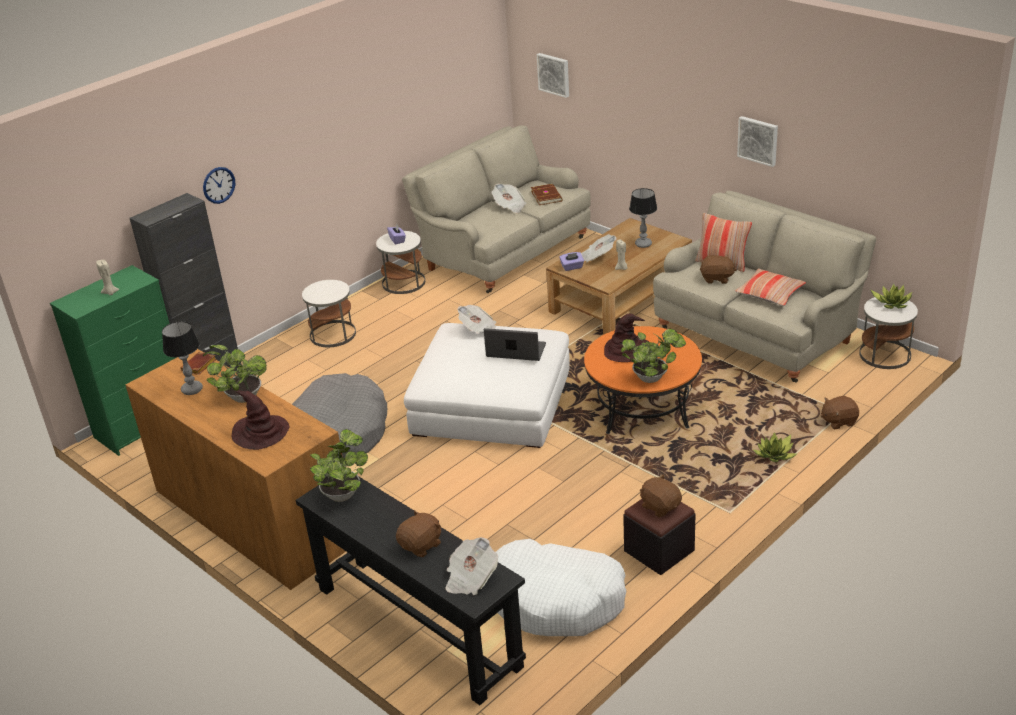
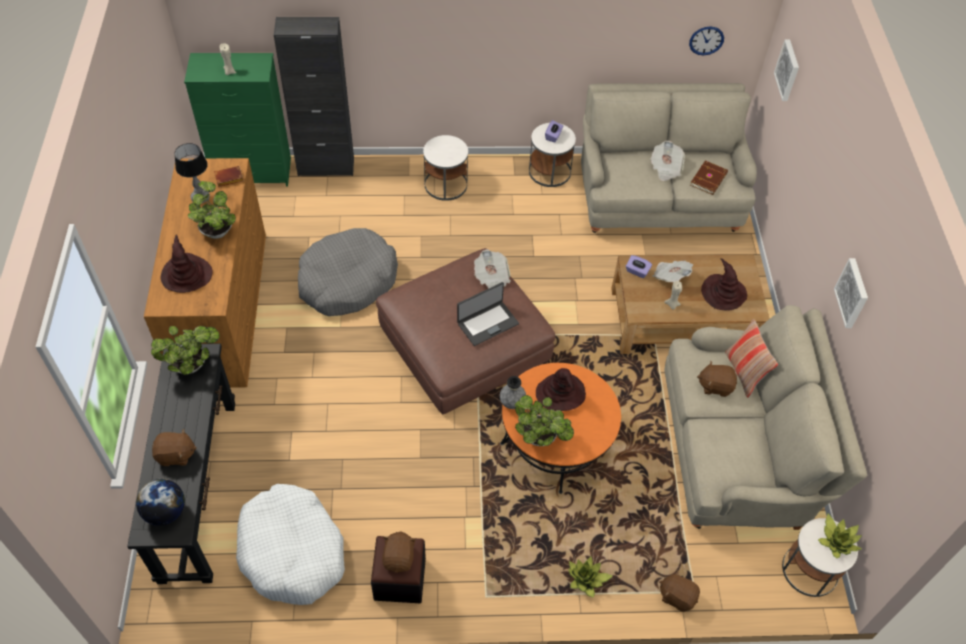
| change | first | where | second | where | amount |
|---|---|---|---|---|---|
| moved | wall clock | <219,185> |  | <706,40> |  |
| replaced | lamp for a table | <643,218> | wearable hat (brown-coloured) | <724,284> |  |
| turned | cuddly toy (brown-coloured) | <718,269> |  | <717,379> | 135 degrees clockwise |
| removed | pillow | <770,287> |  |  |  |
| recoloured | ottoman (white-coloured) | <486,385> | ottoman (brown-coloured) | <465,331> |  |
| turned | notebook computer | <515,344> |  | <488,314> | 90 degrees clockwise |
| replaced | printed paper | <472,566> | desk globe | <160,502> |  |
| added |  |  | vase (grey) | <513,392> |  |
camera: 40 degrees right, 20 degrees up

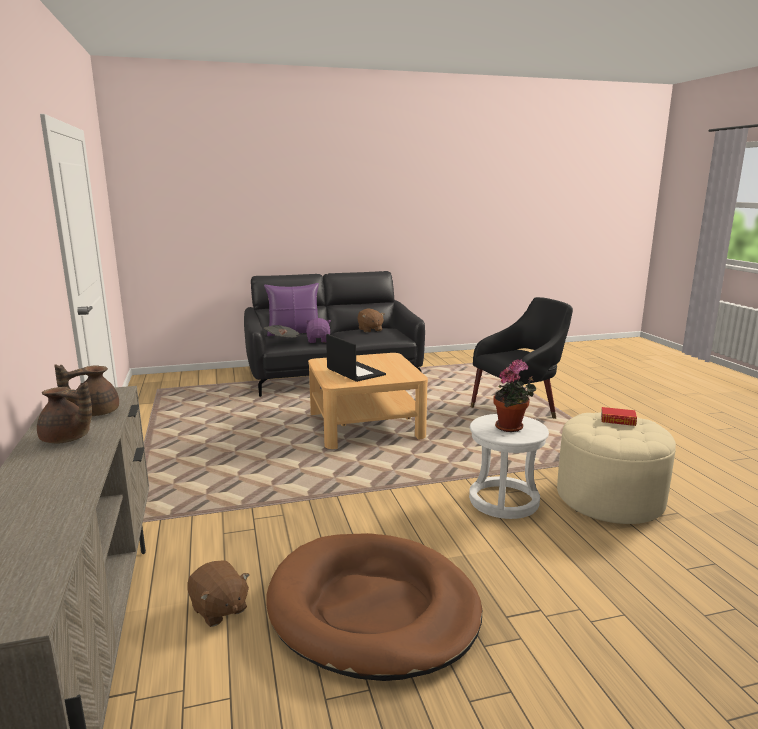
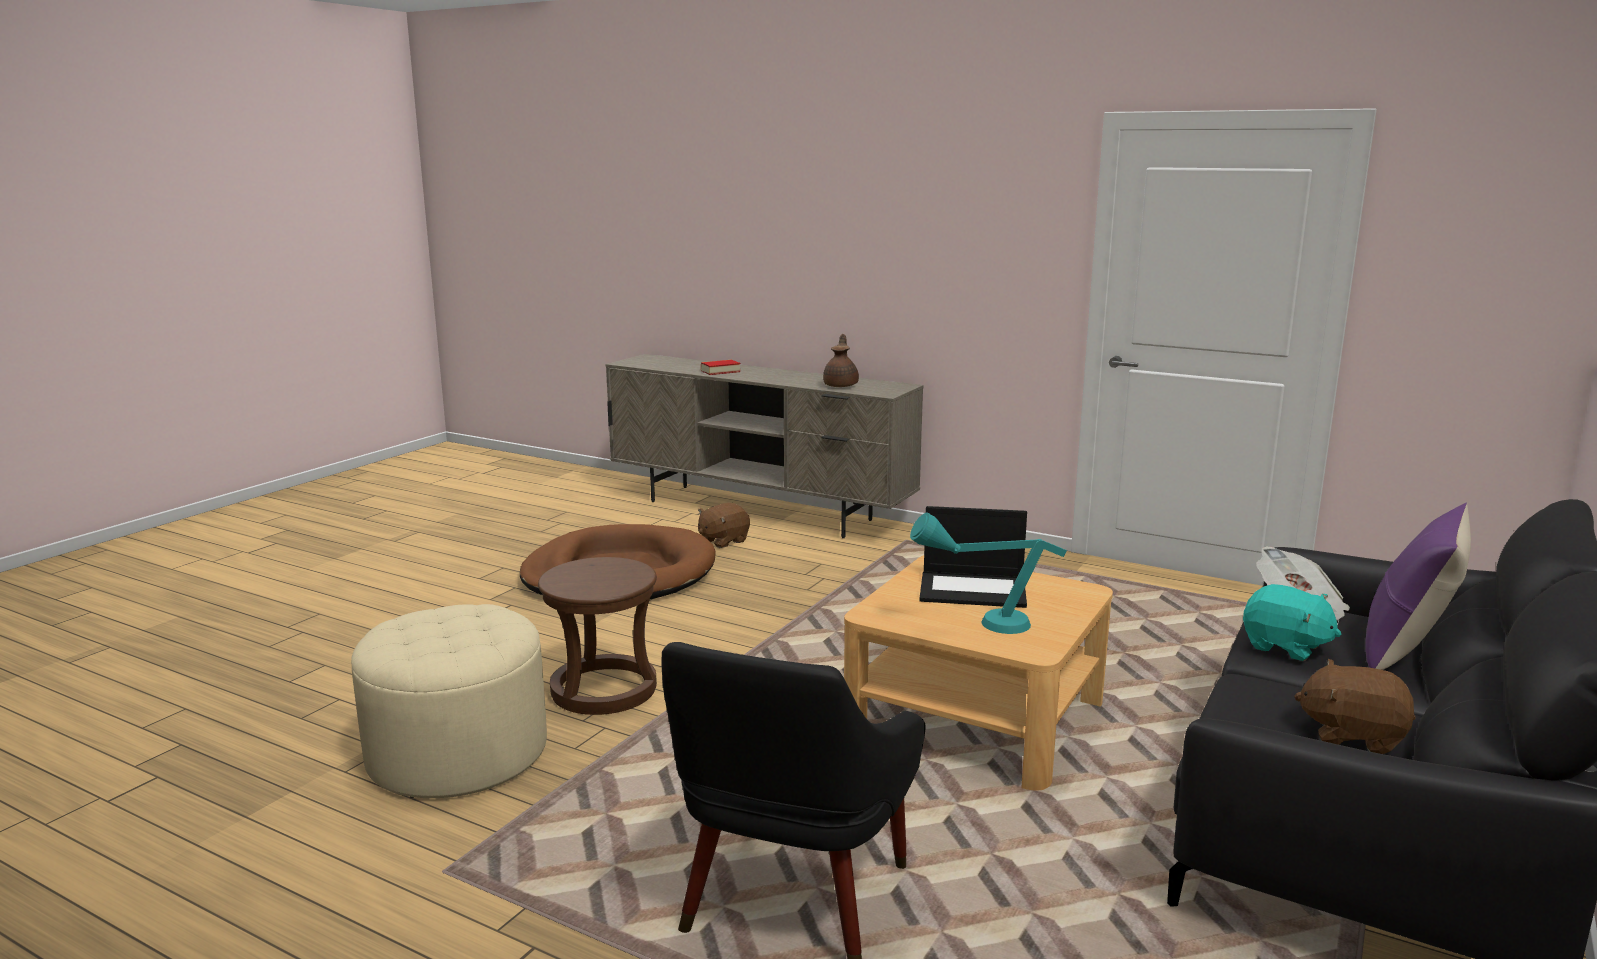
| change | first | where | second | where | amount |
|---|---|---|---|---|---|
| recoloured | cuddly toy (purple-coloured) | <318,330> | cuddly toy (turquoise) | <1292,622> |  |
| removed | plant in a pot | <514,395> |  |  |  |
| removed | tea pot (brown-coloured) | <64,412> |  |  |  |
| moved | book | <619,416> |  | <721,367> |  |
| recoloured | stool seat (white-coloured) | <509,466> | stool seat (brown-coloured) | <597,636> |  |
| turned | cuddly toy (brown-coloured) | <218,593> |  | <724,525> | 45 degrees counterclockwise |
| added |  |  | lamp for a table (turquoise) | <988,573> |  |
camera: 135 degrees right, 0 degrees up

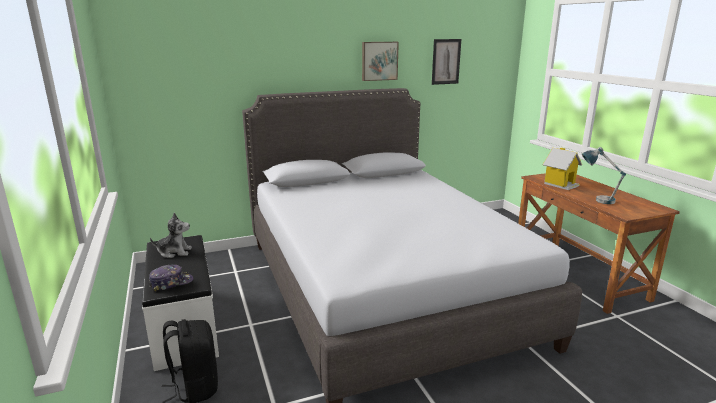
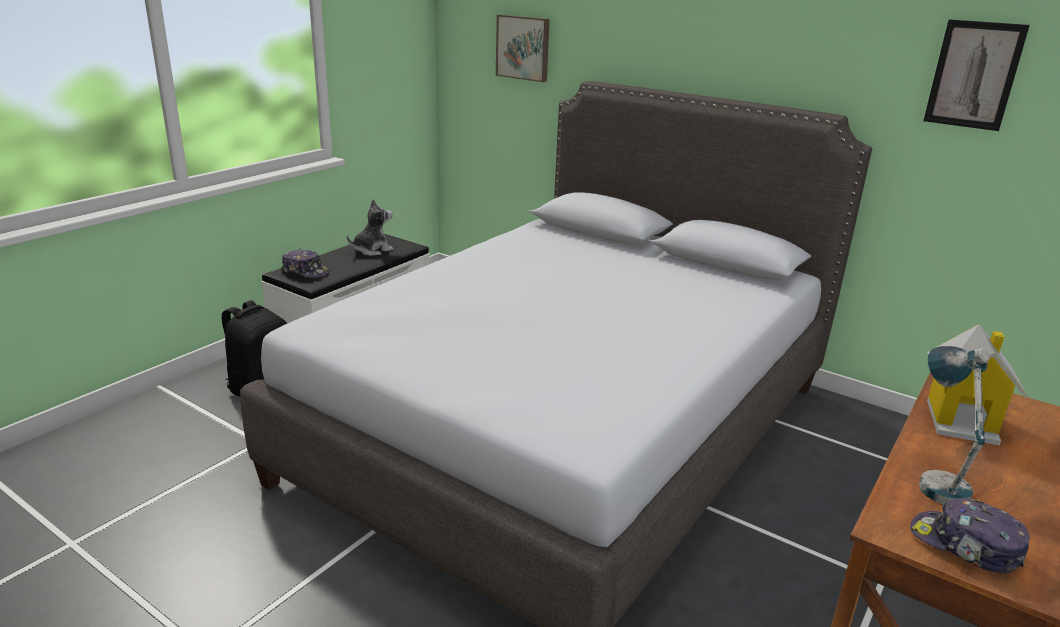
| change | first | where | second | where | amount |
|---|---|---|---|---|---|
| moved | wall picture | <380,61> |  | <523,48> |  |
| turned | cuddly toy | <171,235> |  | <370,228> | 90 degrees counterclockwise |
| added |  |  | cap | <969,535> |  |
camera: 55 degrees right, 5 degrees up

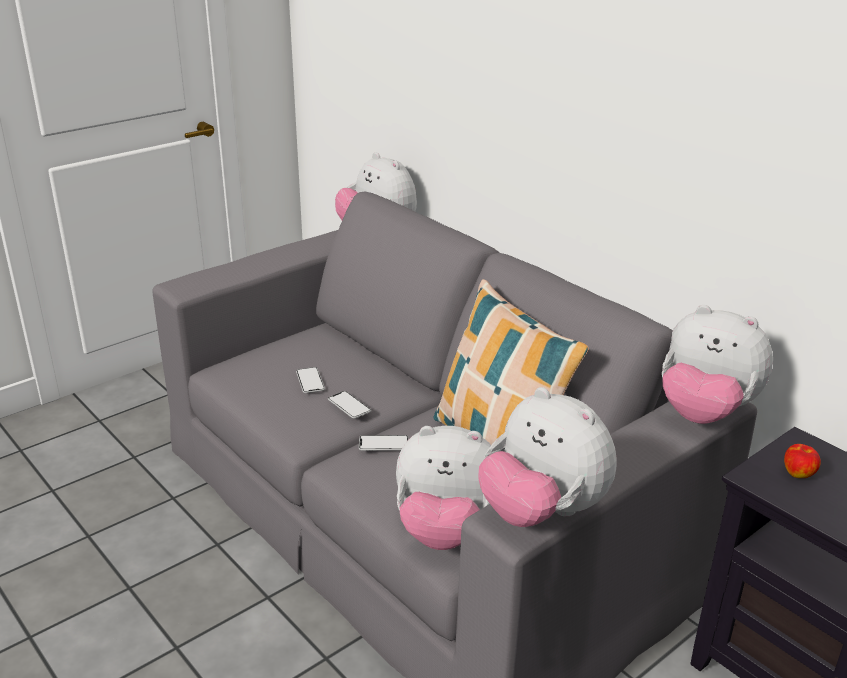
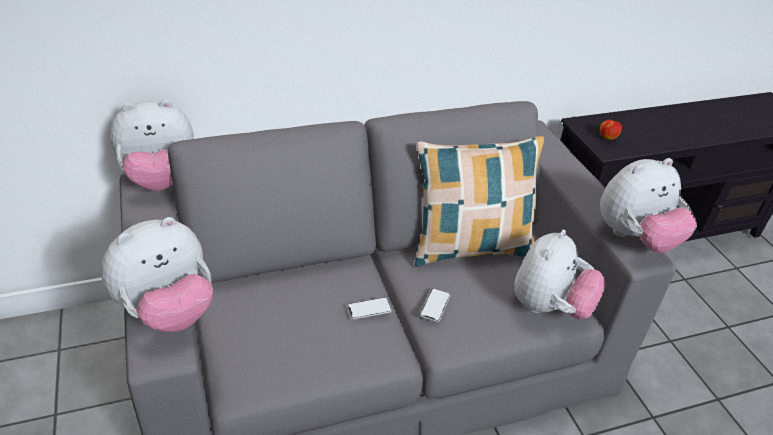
| change | first | where | second | where | amount |
|---|---|---|---|---|---|
| moved | cuddly toy | <717,364> |  | <157,274> |  |
| removed | handset | <310,380> |  |  |  |
camera: 70 degrees left, 10 degrees up

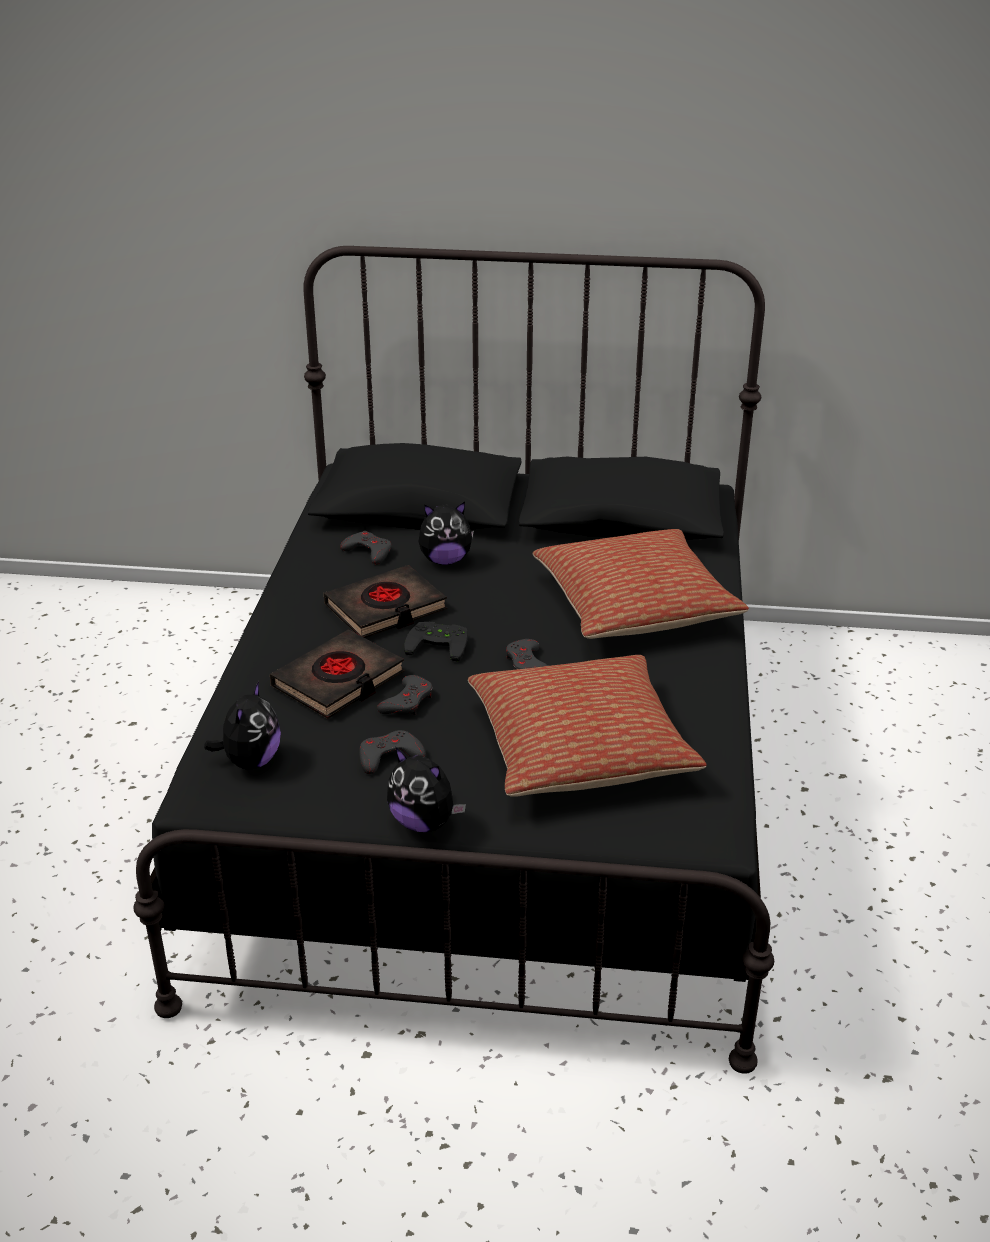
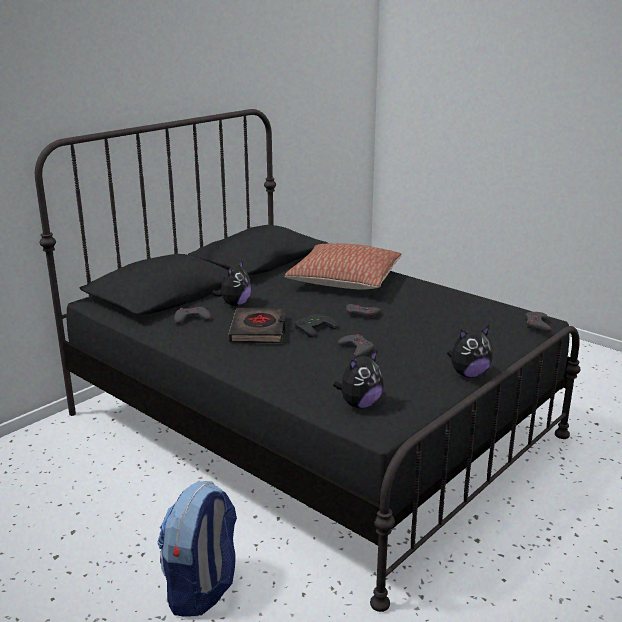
| change | first | where | second | where | amount |
|---|---|---|---|---|---|
| removed | book (black) | <337,674> |  |  |  |
| removed | pillow | <587,726> |  |  |  |
| turned | cuddly toy | <242,725> |  | <358,379> | 90 degrees clockwise |
| moved | joypad (grey) | <392,752> |  | <538,322> |  |
| added |  |  | rucksack | <197,548> |  |
camera: 55 degrees left, 10 degrees down

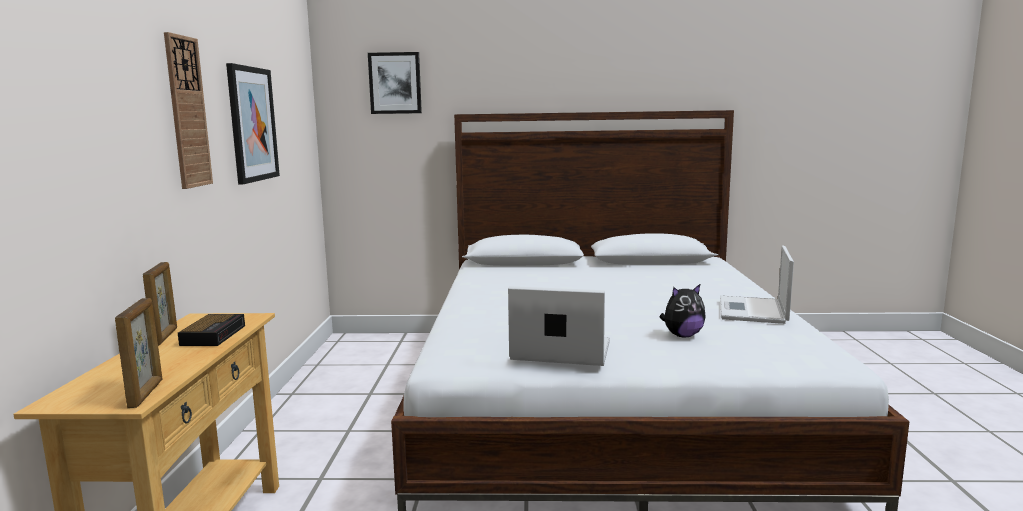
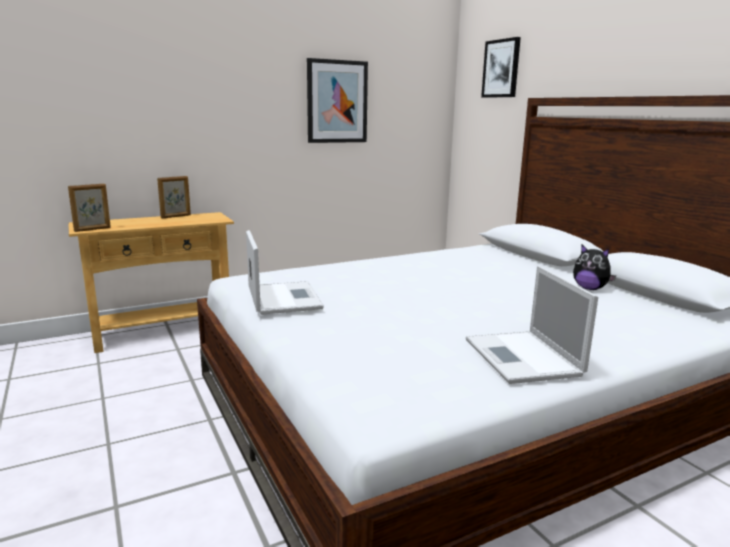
| change | first | where | second | where | amount |
|---|---|---|---|---|---|
| removed | wall clock | <188,110> |  |  |  |
| turned | notebook computer | <757,284> |  | <532,325> | 90 degrees counterclockwise |
| moved | cuddly toy | <682,310> |  | <594,267> |  |
| removed | alarm clock | <211,330> |  |  |  |
camera: 60 degrees right, 5 degrees up

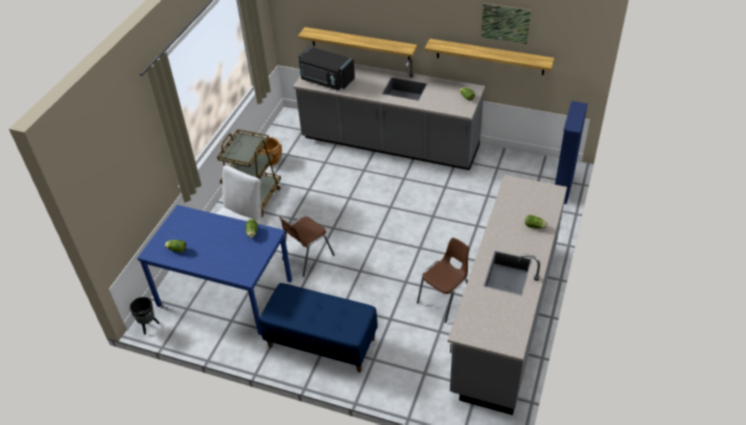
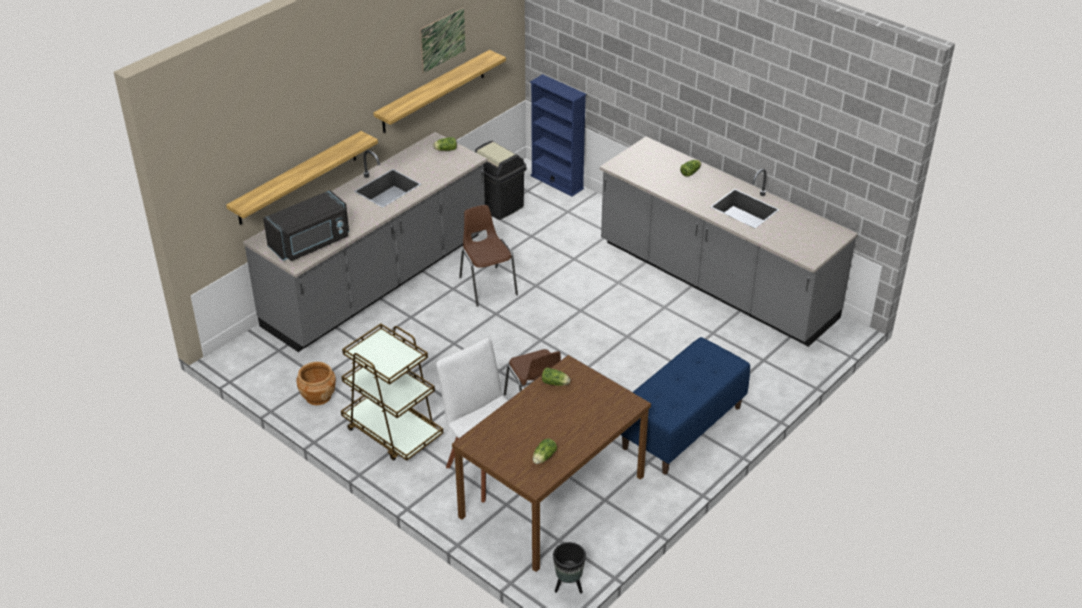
| change | first | where | second | where | amount |
|---|---|---|---|---|---|
| recoloured | kitchen table (bluish) | <214,270> | kitchen table (brown-coloured) | <551,463> |  |
| moved | chair (brown-coloured) | <443,280> |  | <488,256> |  |
| added |  |  | trash can (black) | <500,180> |  |
camera: 70 degrees left, 5 degrees down

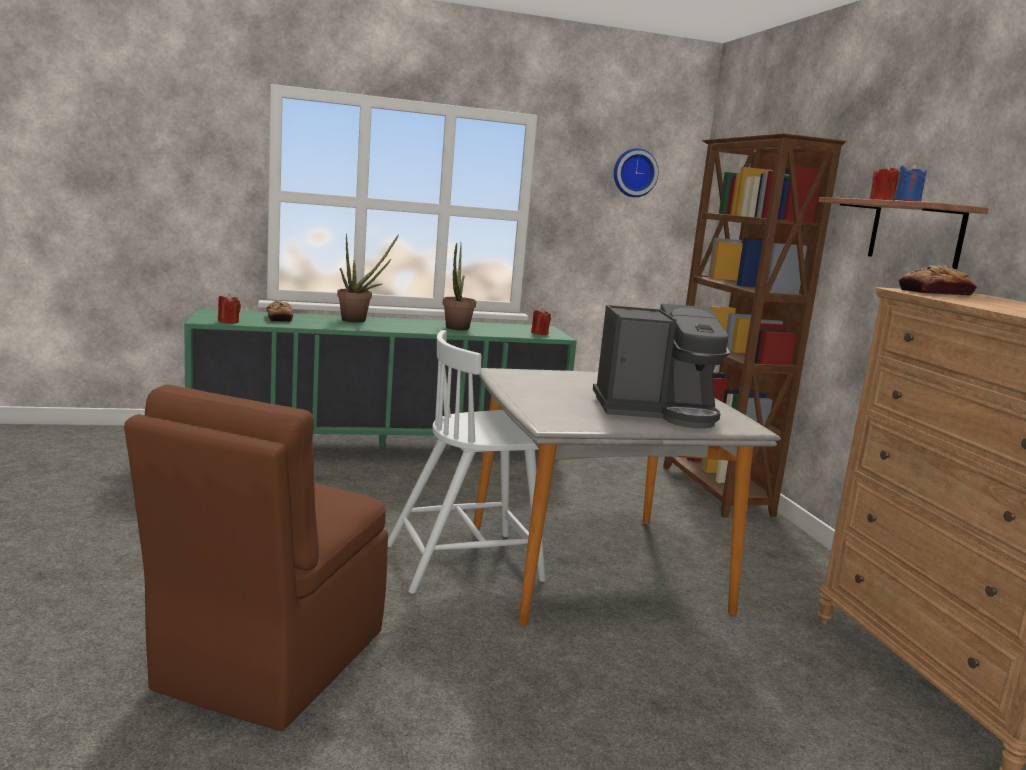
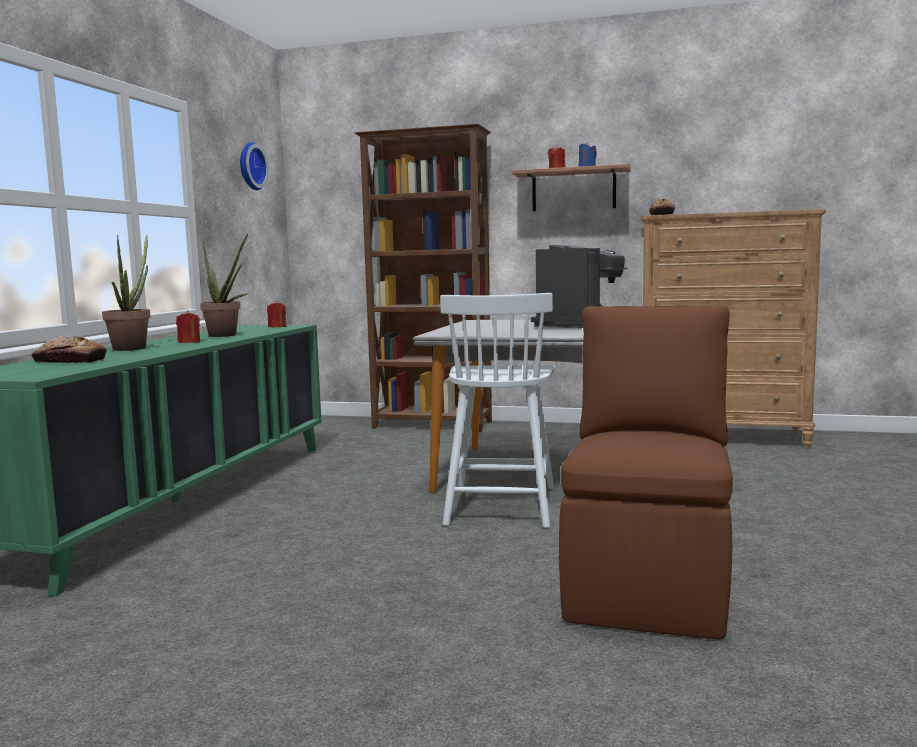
| change | first | where | second | where | amount |
|---|---|---|---|---|---|
| moved | wax candle (red) | <229,309> |  | <188,326> |  |
| turned | chair (brown-coloured) | <256,558> |  | <646,472> | 120 degrees counterclockwise |
camera: 60 degrees left, 5 degrees down

